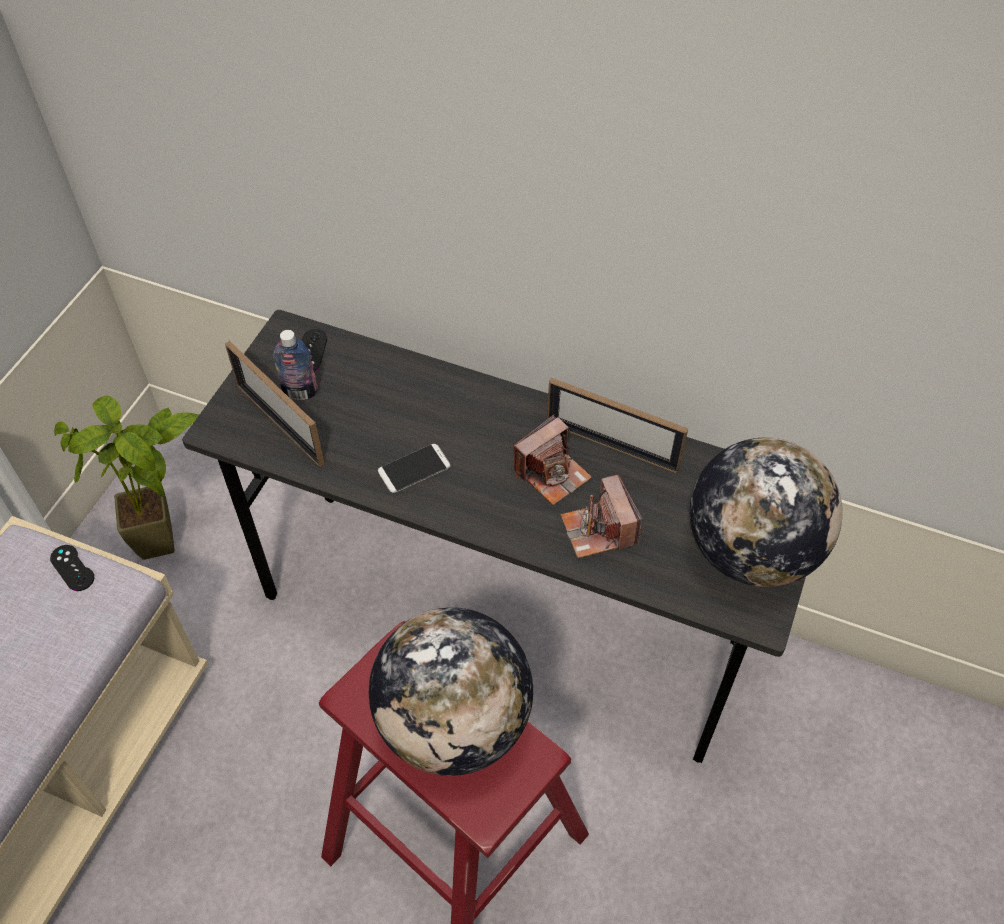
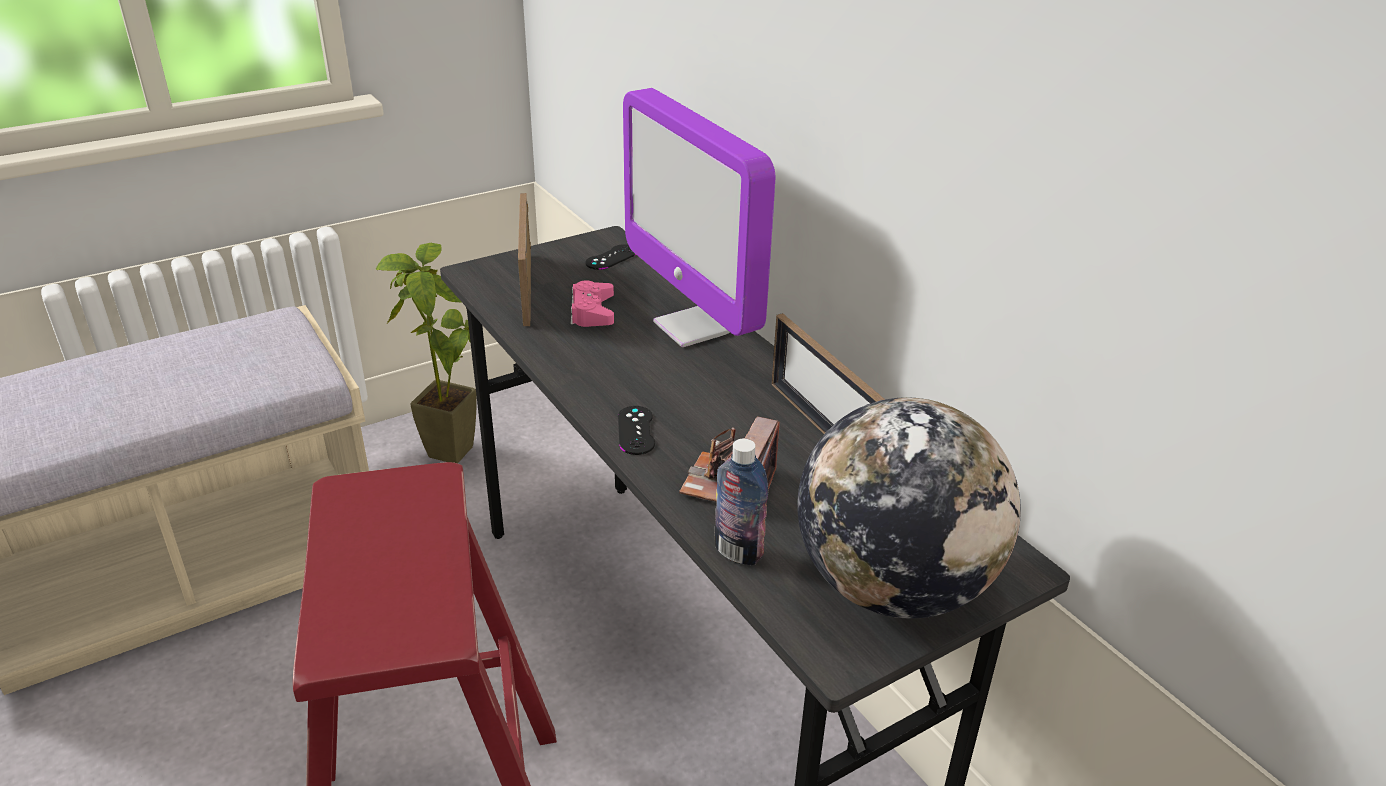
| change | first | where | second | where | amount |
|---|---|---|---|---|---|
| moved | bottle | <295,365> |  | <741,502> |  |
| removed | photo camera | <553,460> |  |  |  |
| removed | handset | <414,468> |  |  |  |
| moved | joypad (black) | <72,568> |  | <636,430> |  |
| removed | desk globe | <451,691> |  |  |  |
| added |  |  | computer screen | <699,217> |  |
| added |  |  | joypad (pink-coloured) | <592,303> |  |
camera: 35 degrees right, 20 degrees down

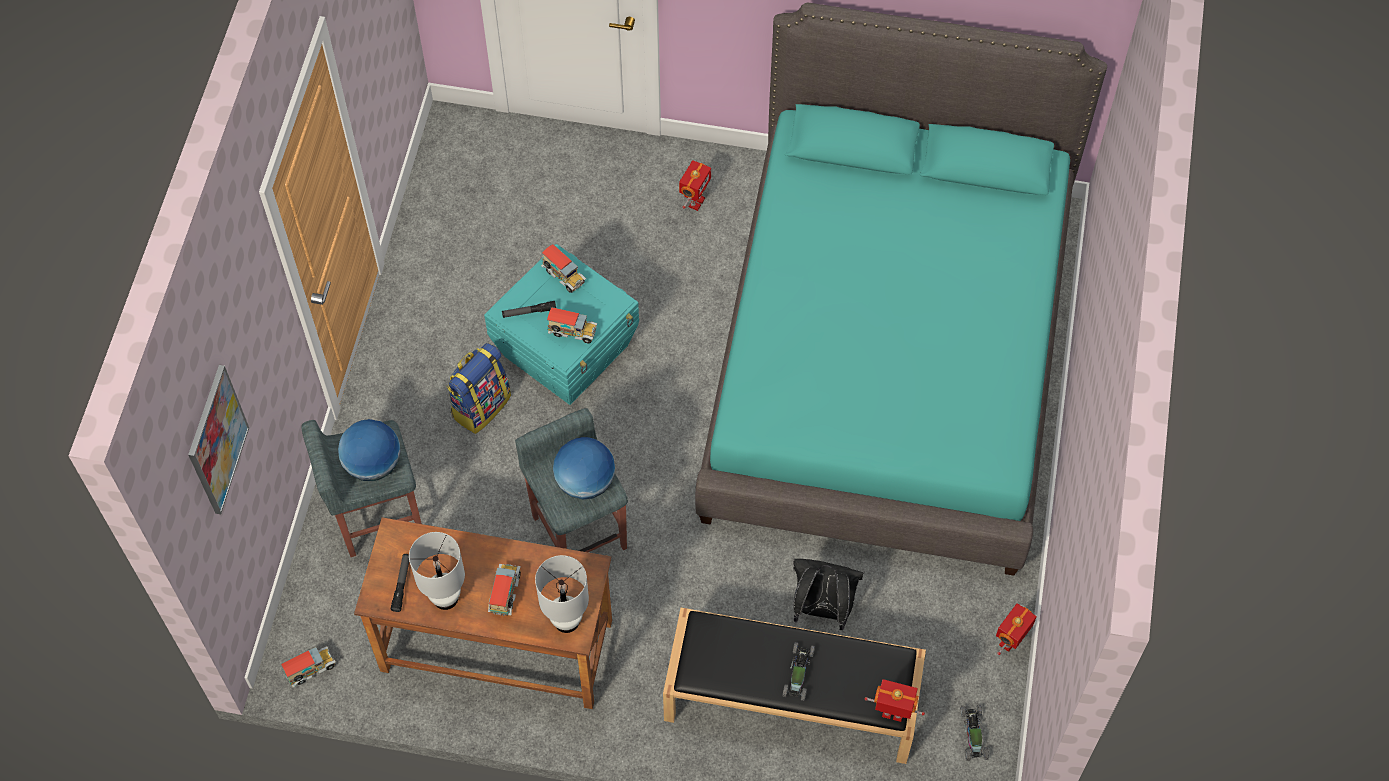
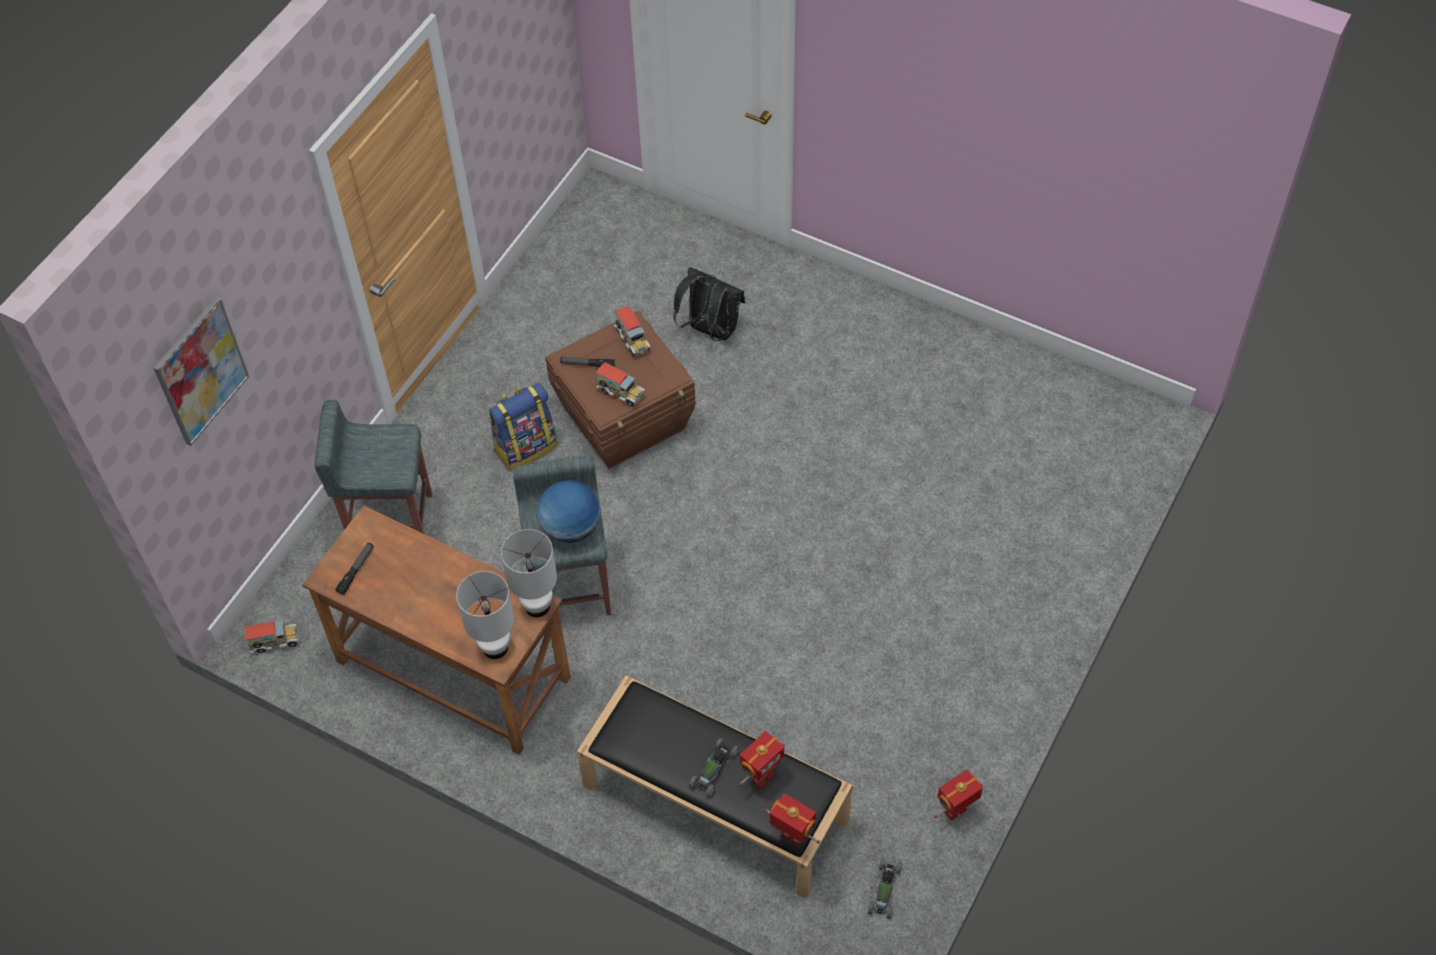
| change | first | where | second | where | amount |
|---|---|---|---|---|---|
| removed | bedroom bed (turquoise) | <901,289> |  |  |  |
| moved | model robot | <695,185> |  | <761,760> |  |
| recoloured | storage container (turquoise) | <561,324> | storage container (brown-coloured) | <620,390> |  |
| removed | desk globe | <369,450> |  |  |  |
| moved | lamp for a table (white-coloured) | <437,571> |  | <529,573> |  |
| moved | rucksack (black) | <828,594> |  | <709,304> |  |
| removed | toy lorry | <504,590> |  |  |  |
camera: 20 degrees right, 5 degrees down

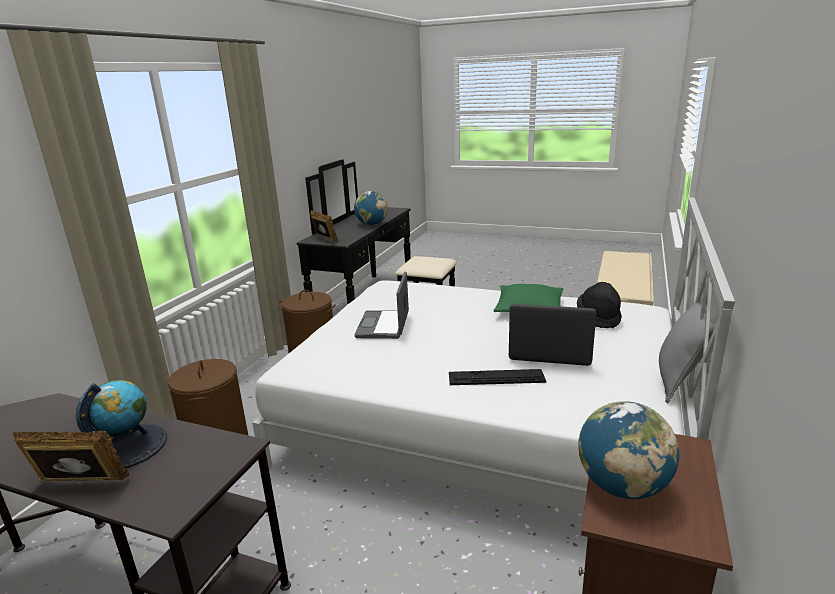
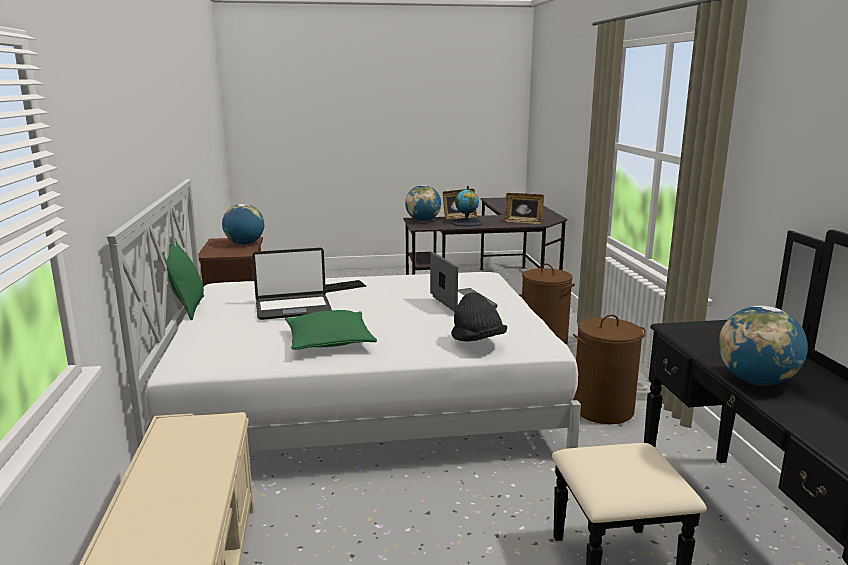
| change | first | where | second | where | amount |
|---|---|---|---|---|---|
| moved | photo frame | <324,226> |  | <524,208> |  |
| moved | wearable hat (black) | <599,305> |  | <479,317> |  |
| recoloured | pillow (grey) | <687,348> | pillow (green) | <181,279> |  |
| added |  |  | desk globe | <423,203> |  |
camera: 150 degrees right, 5 degrees down

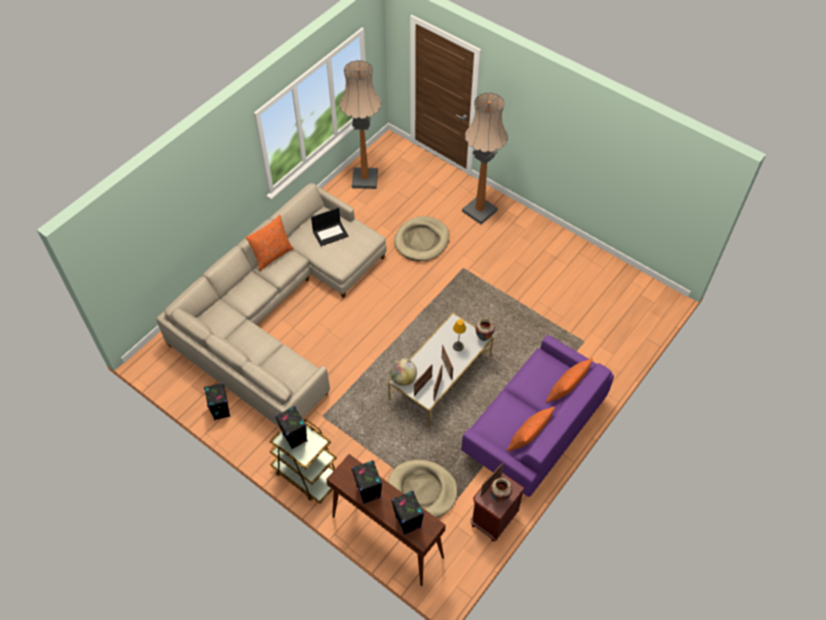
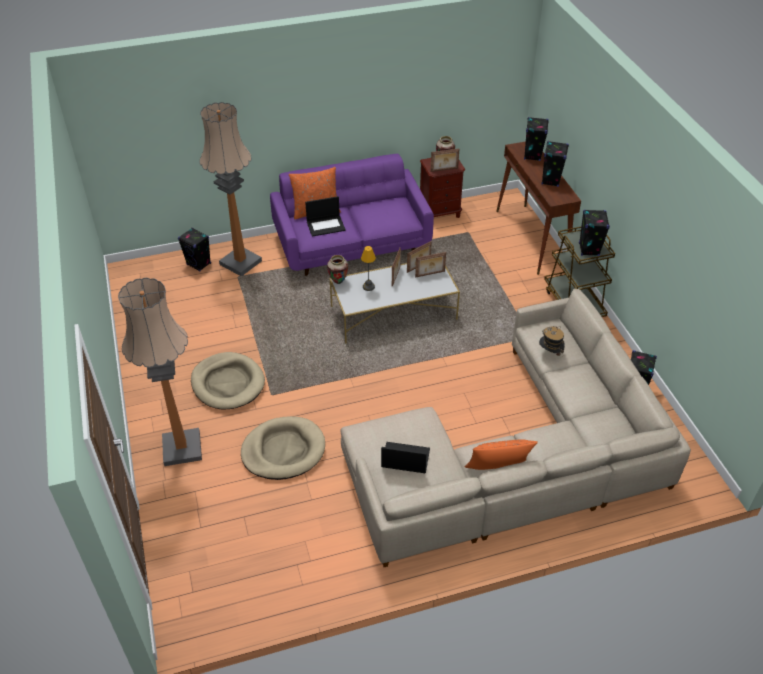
| change | first | where | second | where | amount |
|---|---|---|---|---|---|
| moved | floor lamp | <360,124> |  | <231,189> |  |
| removed | desk globe | <403,372> |  |  |  |
| removed | pillow (orange-coloured) | <531,429> |  |  |  |
| moved | dog cushion (beige-coloured) | <423,489> |  | <228,381> |  |
| added |  |  | notebook computer | <325,216> |  |
| added |  |  | audio speaker (black) | <194,250> |  |
| added |  |  | wearable hat | <552,341> |  |
camera: 145 degrees left, 10 degrees down

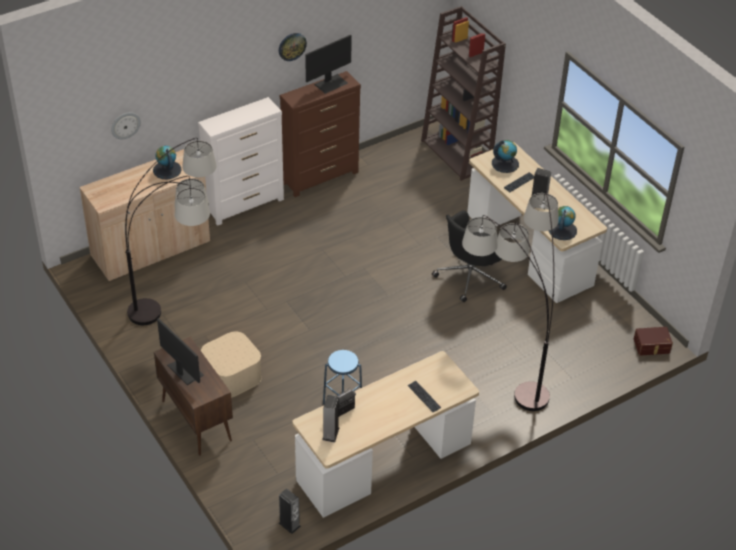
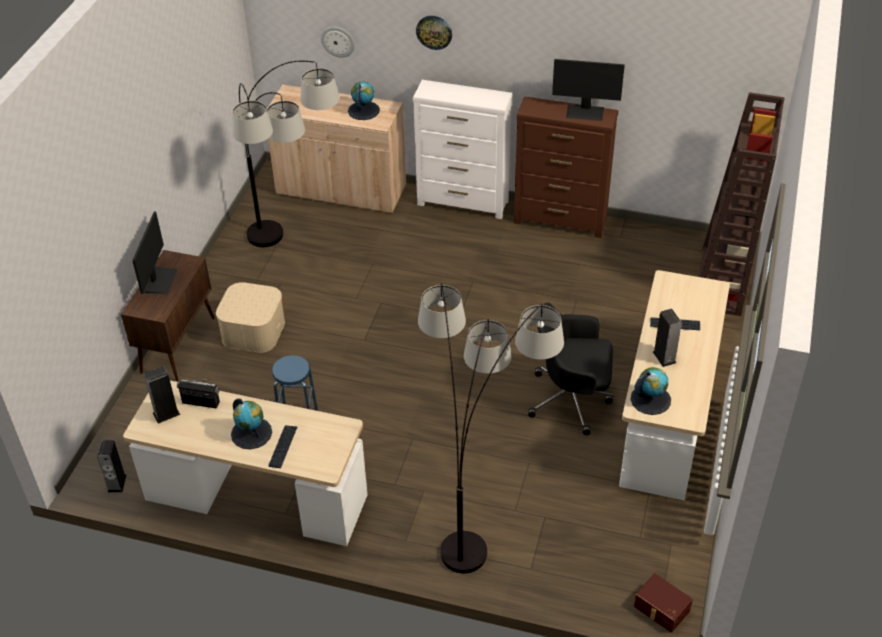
| change | first | where | second | where | amount |
|---|---|---|---|---|---|
| moved | wall clock | <293,47> |  | <434,33> |  |
| moved | desk globe | <505,156> |  | <251,423> |  |
camera: 50 degrees right, 0 degrees up

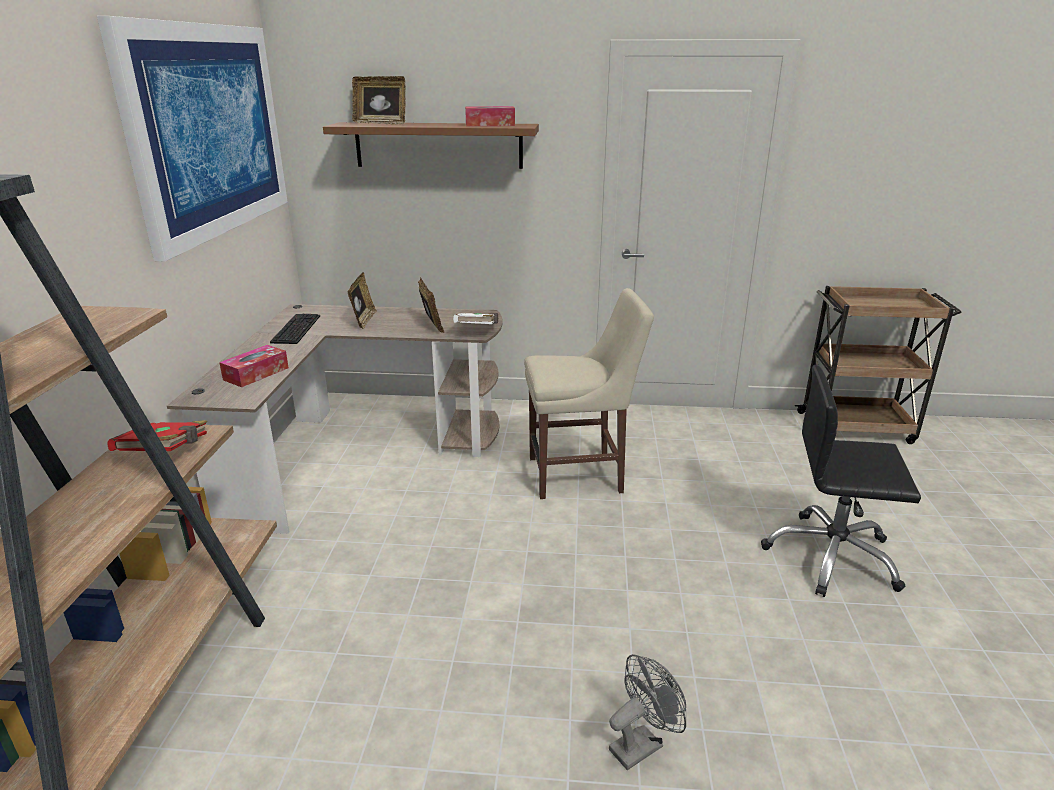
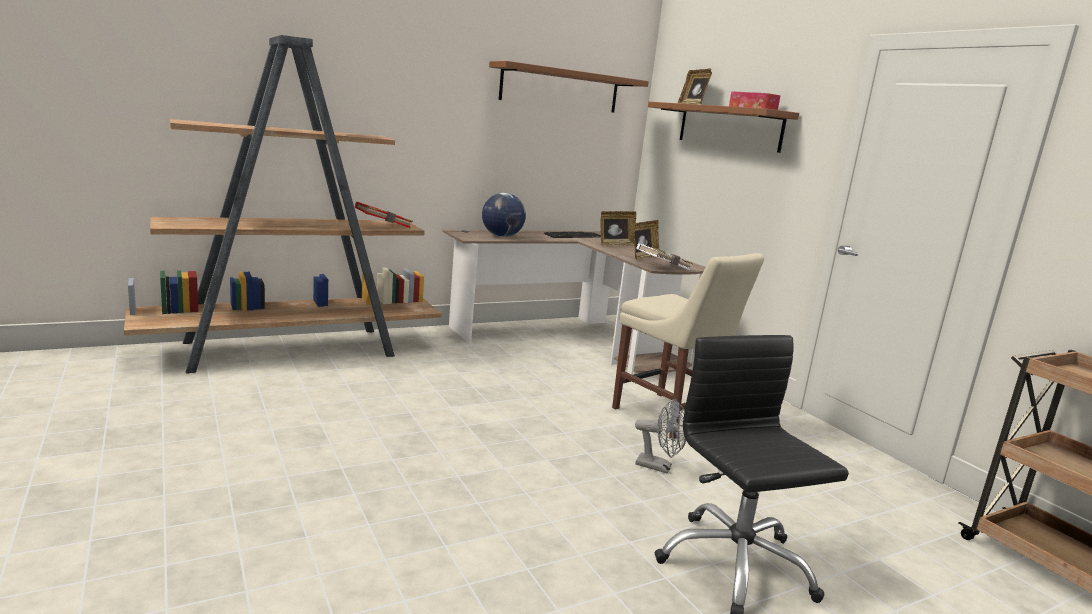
| change | first | where | second | where | amount |
|---|---|---|---|---|---|
| replaced | wall picture | <192,138> | bracket shelf (brown-coloured) | <569,87> |  |
| replaced | box of tissues | <254,366> | desk globe | <504,215> |  |
| moved | cooling fan (grey) | <647,712> |  | <660,436> |  |
camera: 55 degrees right, 10 degrees down

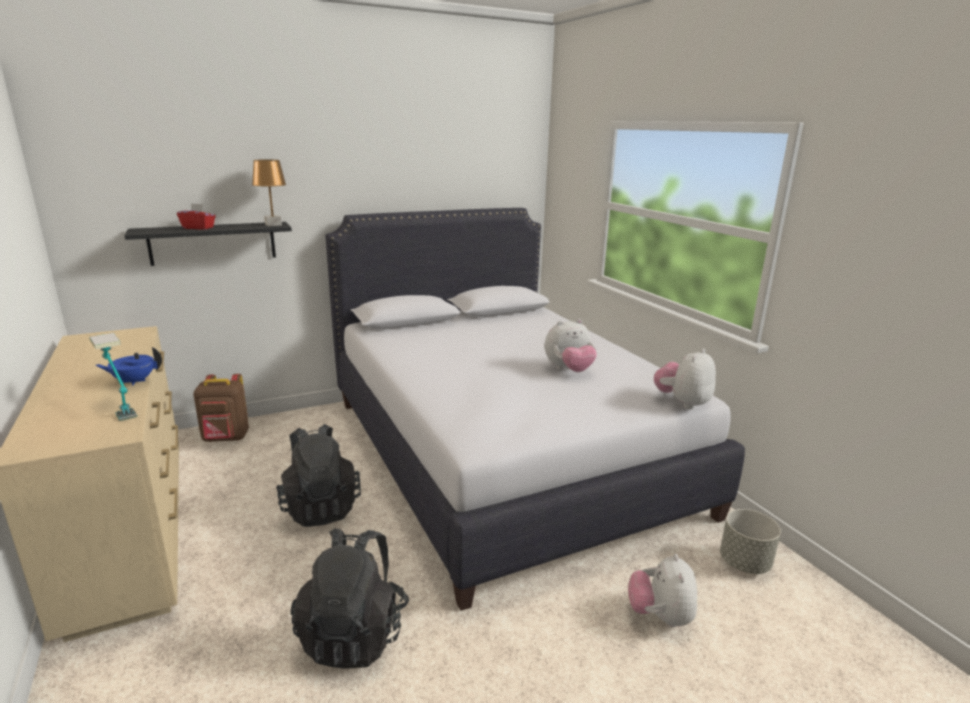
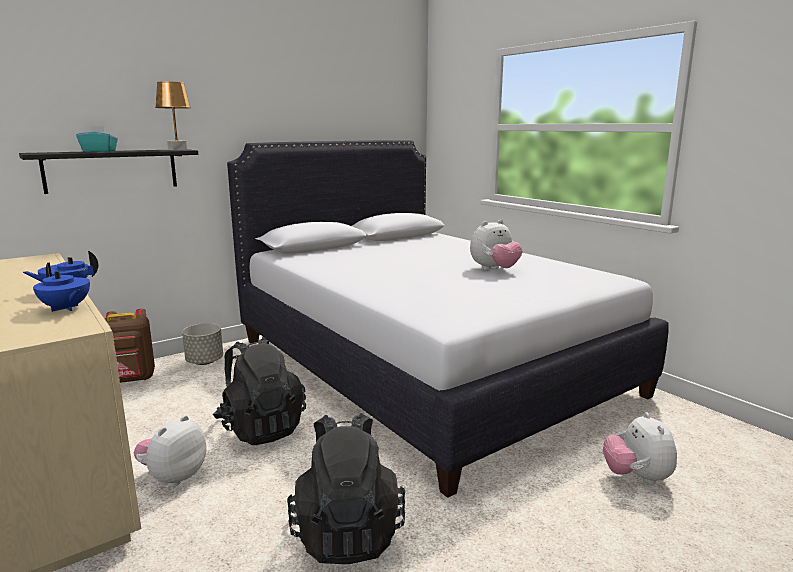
| change | first | where | second | where | amount |
|---|---|---|---|---|---|
| recoloured | box of tissues (red) | <196,216> | box of tissues (turquoise) | <97,138> |  |
| replaced | lamp for a table | <113,377> | tea pot (bluish) | <61,287> |  |
| moved | cuddly toy | <685,379> |  | <169,451> |  |
| moved | plant pot (grey) | <750,541> |  | <202,344> |  |
camera: 10 degrees left, 5 degrees down

